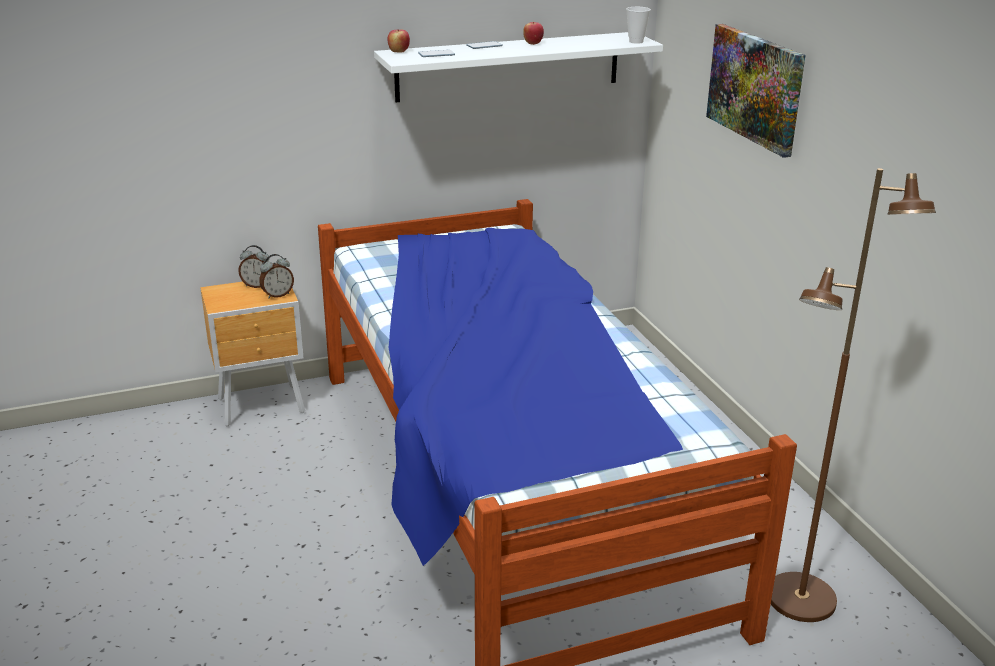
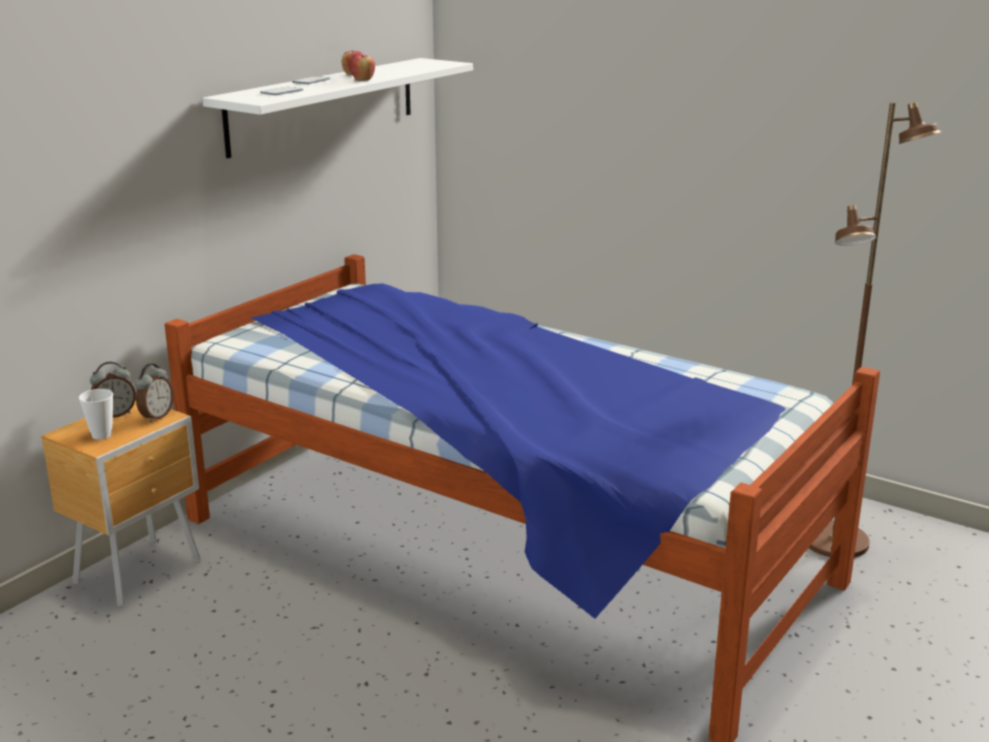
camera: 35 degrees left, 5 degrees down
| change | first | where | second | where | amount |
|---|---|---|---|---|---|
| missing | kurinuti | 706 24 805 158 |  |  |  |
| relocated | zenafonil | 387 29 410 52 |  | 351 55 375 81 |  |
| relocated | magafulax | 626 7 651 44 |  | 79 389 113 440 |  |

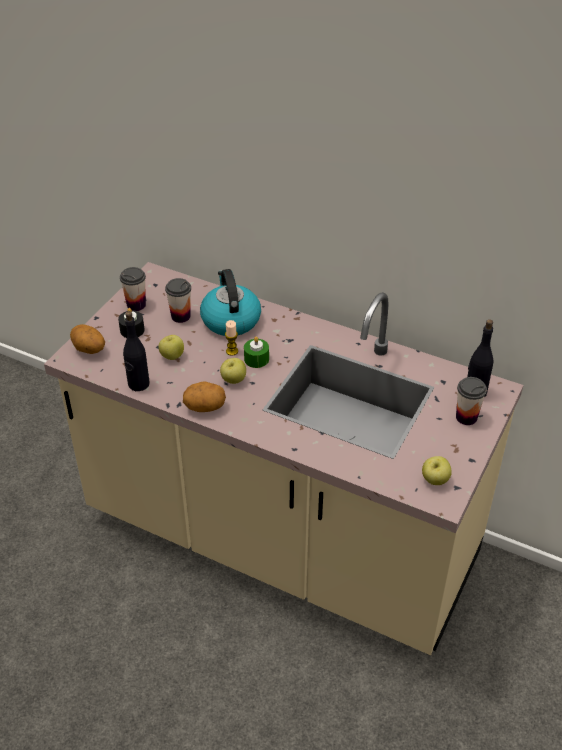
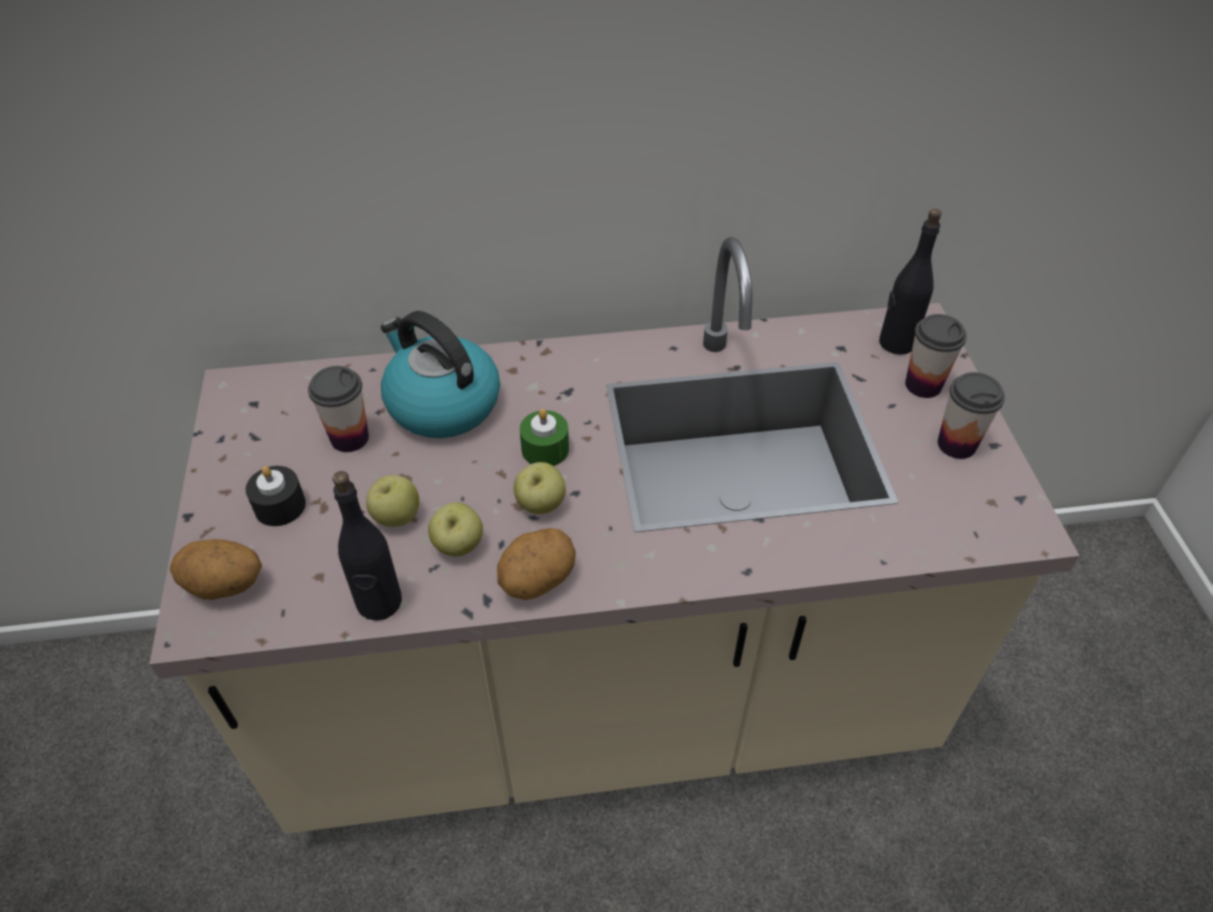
camera: 35 degrees left, 5 degrees up
| change | first | where | second | where | amount |
|---|---|---|---|---|---|
| missing | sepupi | 225 320 238 356 |  |  |  |
| relocated | magafulax | 120 267 146 311 |  | 938 372 1005 459 |  |
| relocated | zenafonil | 422 456 452 485 |  | 428 502 483 557 |  |

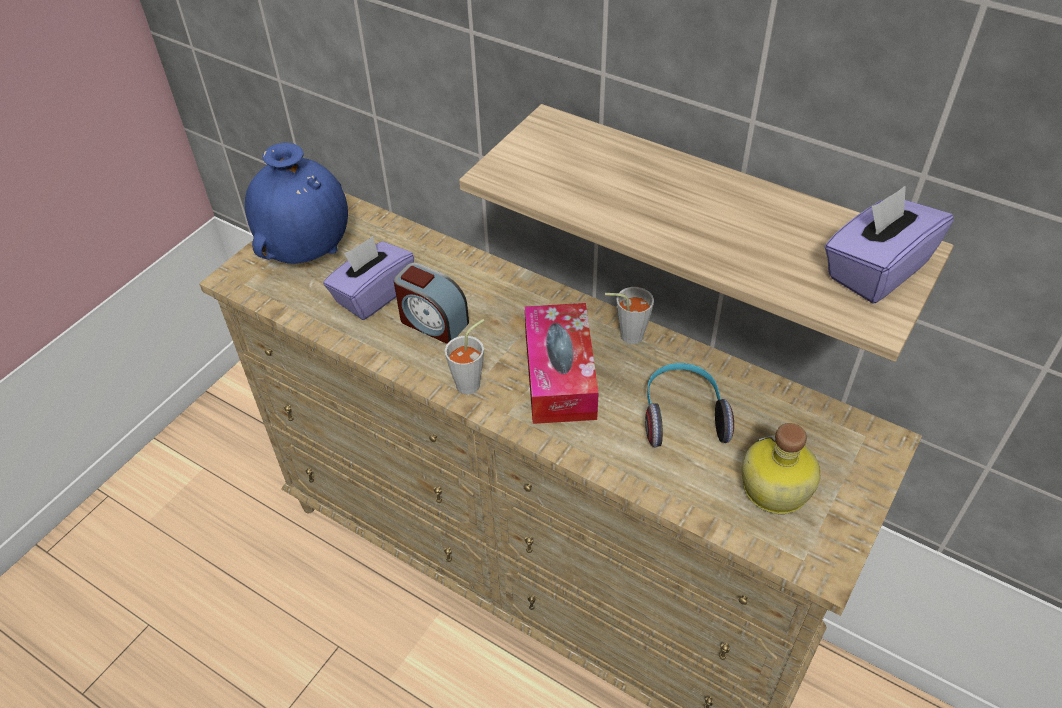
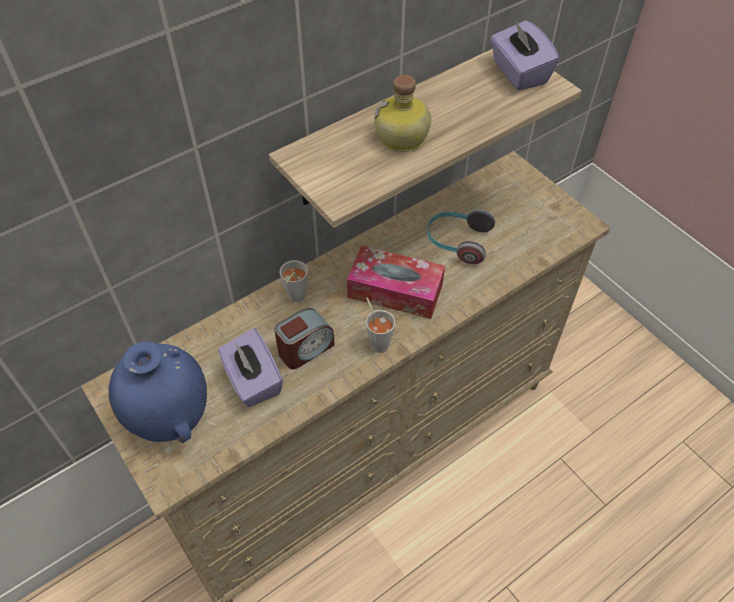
camera: 70 degrees left, 5 degrees up
| change | first | where | second | where | amount |
|---|---|---|---|---|---|
| relocated | grey_magafulax | 605 287 654 344 |  | 279 260 308 302 |  |
| relocated | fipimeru | 742 423 820 514 |  | 374 75 431 152 |  |

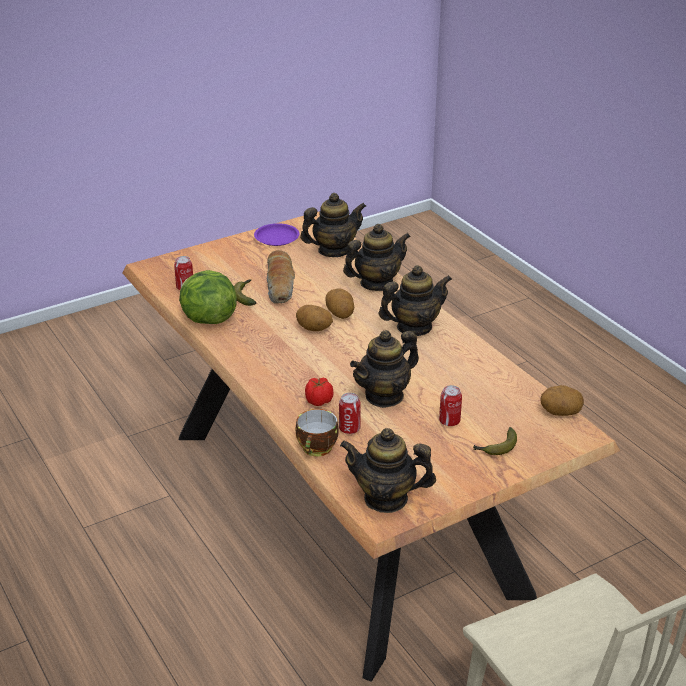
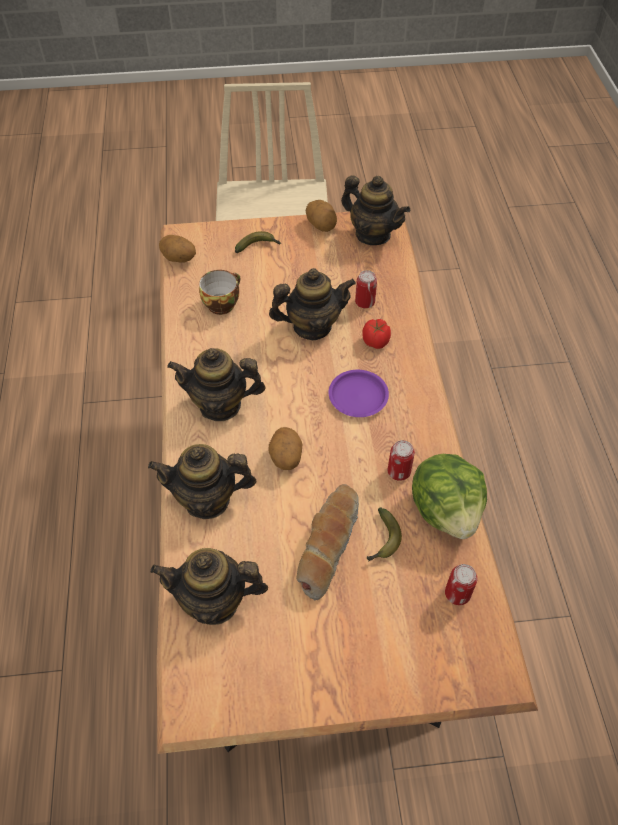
camera: 155 degrees left, 20 degrees up
| change | first | where | second | where | amount |
|---|---|---|---|---|---|
| relocated | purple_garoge | 254 223 299 246 |  | 329 370 389 417 |  |
| relocated | magafulax | 295 409 339 457 |  | 199 270 240 315 |  |
| relocated | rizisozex | 296 305 333 331 |  | 306 200 337 232 |  |
| relocated | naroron | 439 385 462 426 |  | 388 440 415 481 |  |

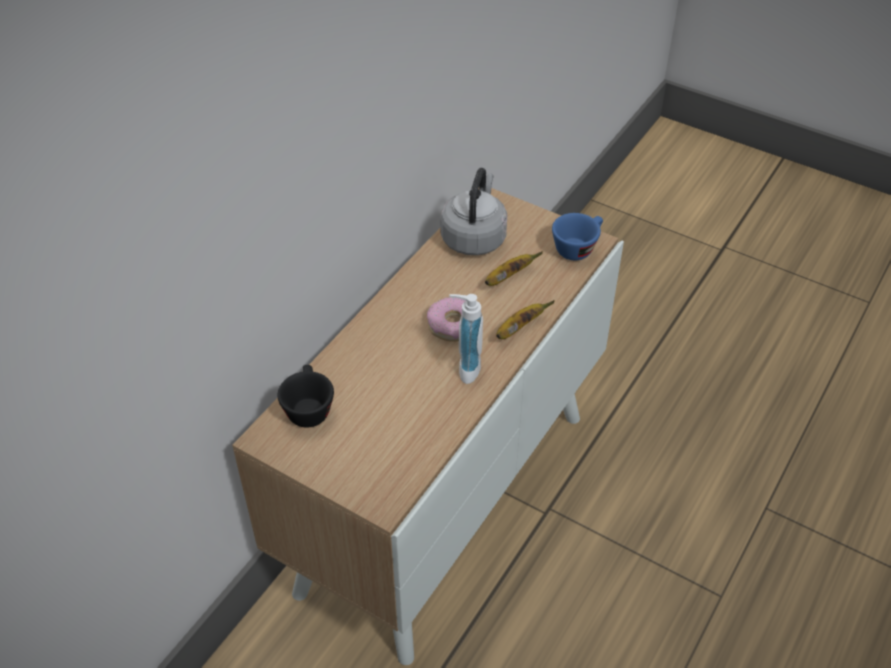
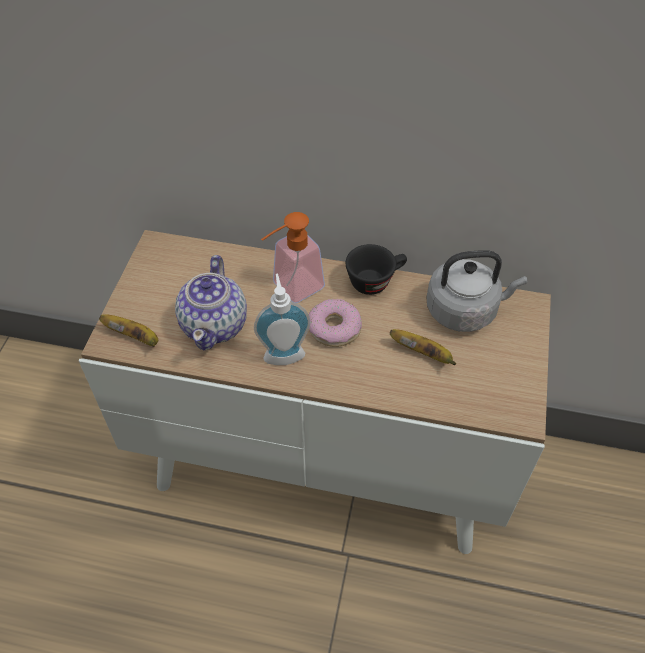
camera: 70 degrees right, 5 degrees up
| change | first | where | second | where | amount |
|---|---|---|---|---|---|
| missing | blue_magafulax | 552 213 603 260 |  |  |  |
| appeared |  |  | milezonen | 175 255 247 351 |  |
| appeared |  |  | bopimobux | 261 212 325 303 |  |
| relocated | black_magafulax | 278 365 334 427 |  | 346 244 407 295 |  |
| relocated | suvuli | 496 300 555 339 |  | 99 314 158 347 |  |

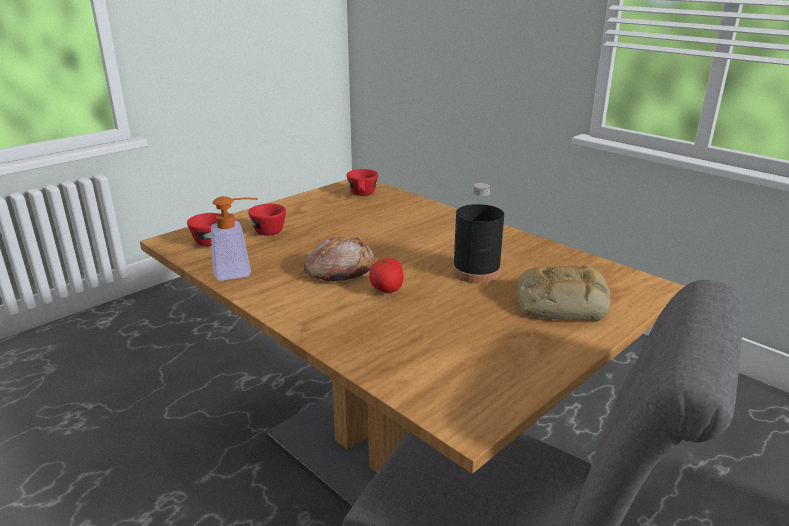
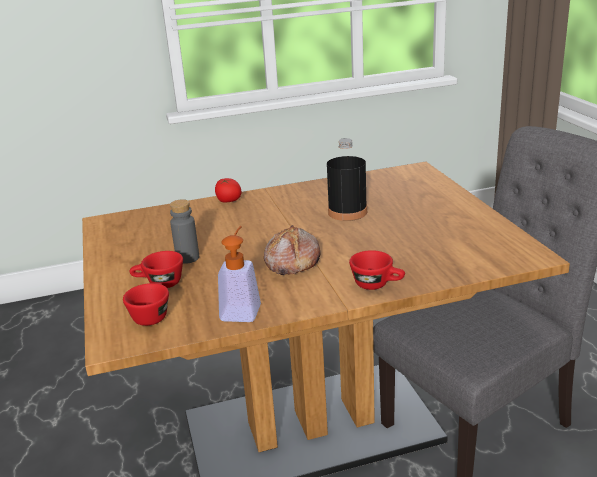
camera: 60 degrees left, 0 degrees up
| change | first | where | second | where | amount |
|---|---|---|---|---|---|
| missing | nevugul | 517 265 611 321 |  |  |  |
| appeared |  |  | grey_fipimeru | 170 199 199 264 |  |
| relocated | red_magafulax | 347 169 378 196 |  | 349 250 405 290 |  |
| relocated | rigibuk | 369 258 404 293 |  | 215 178 242 202 |  |

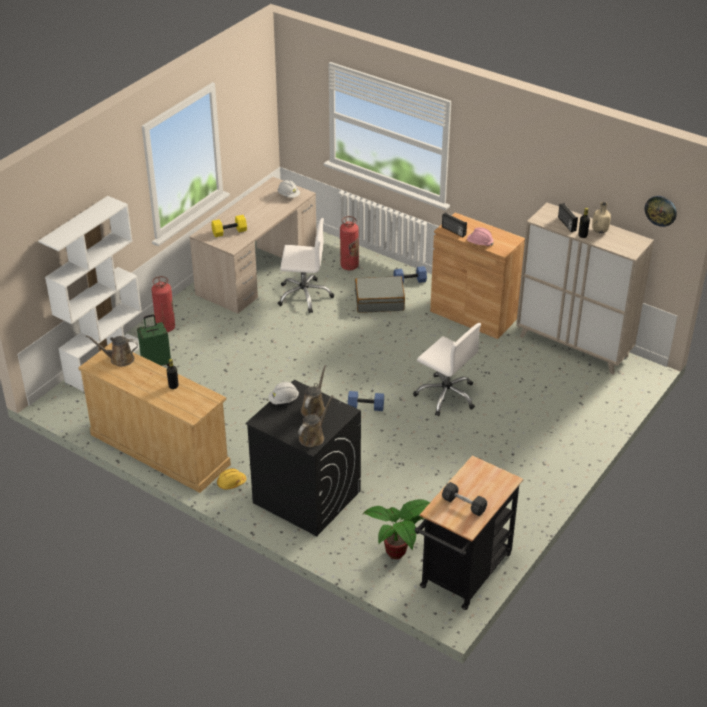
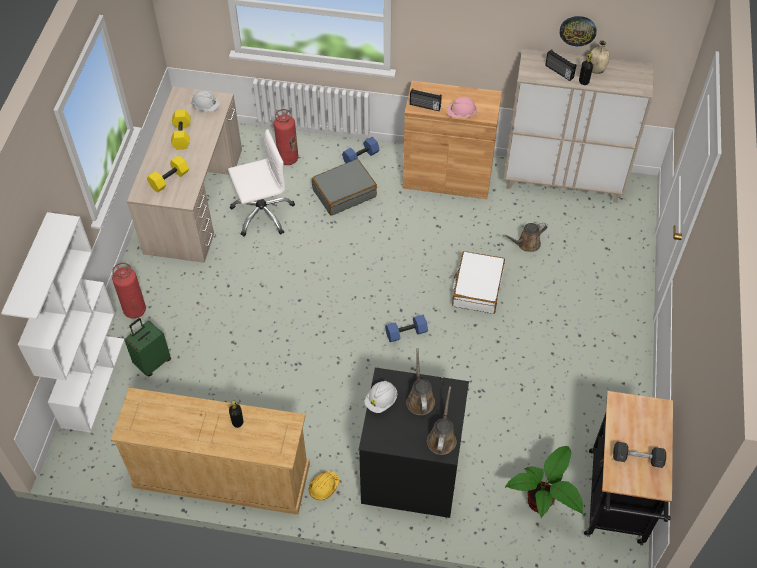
camera: 25 degrees left, 15 degrees up
| change | first | where | second | where | amount |
|---|---|---|---|---|---|
| appeared |  |  | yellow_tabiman | 171 110 191 149 |  |
| relocated | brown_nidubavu | 86 335 138 367 |  | 503 223 547 252 |  |
| relocated | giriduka | 644 196 677 227 |  | 560 16 597 46 |  |
| exchanged | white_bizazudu | 413 323 481 416 | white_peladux | 452 251 505 314 |  |

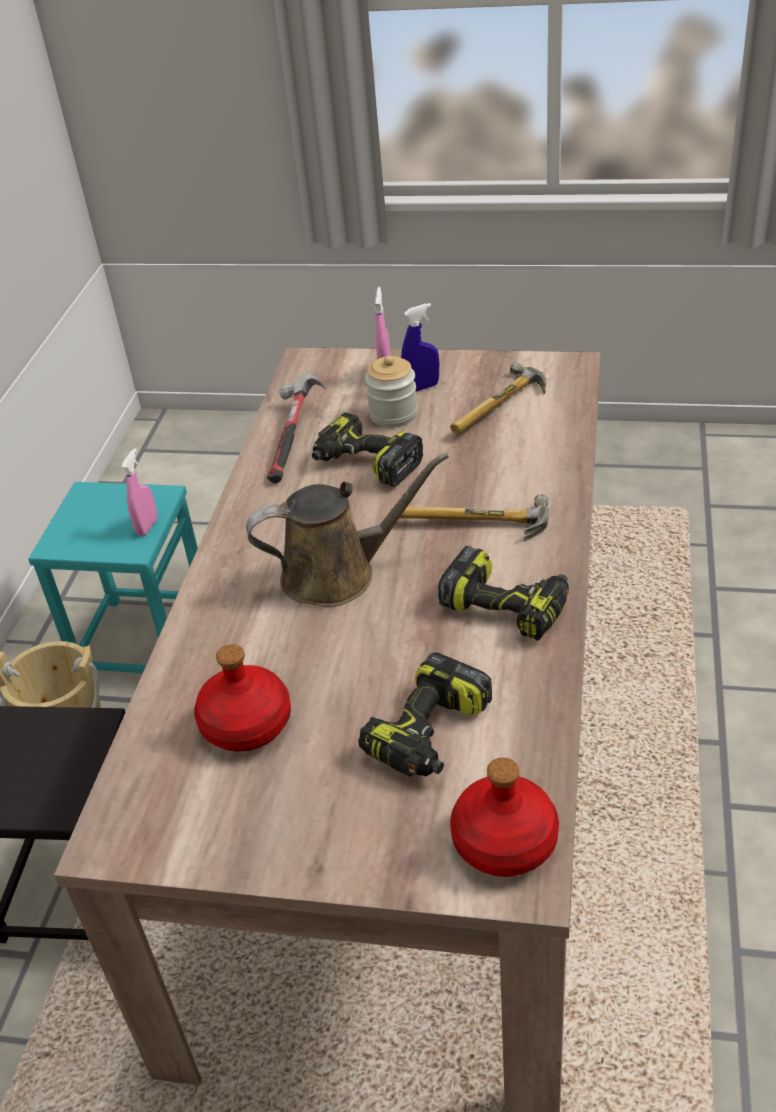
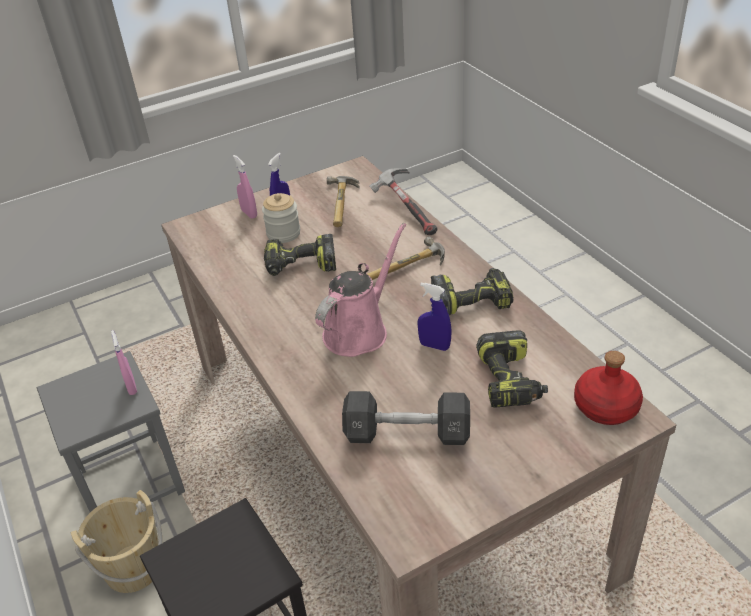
camera: 40 degrees left, 0 degrees up
| change | first | where | second | where | amount |
|---|---|---|---|---|---|
| appeared |  |  | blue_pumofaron | 417 283 452 351 |  |
| relocated | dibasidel | 267 373 326 483 |  | 370 168 437 235 |  |
| exchanged | red_fipimeru | 194 644 291 752 | black_tabiman | 342 391 470 445 |  |
| colour | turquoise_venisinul | 28 482 198 673 | grey_venisinul | 37 351 185 512 |  |
| colour | brown_nidubavu | 246 453 449 607 | pink_nidubavu | 315 223 406 357 |  |

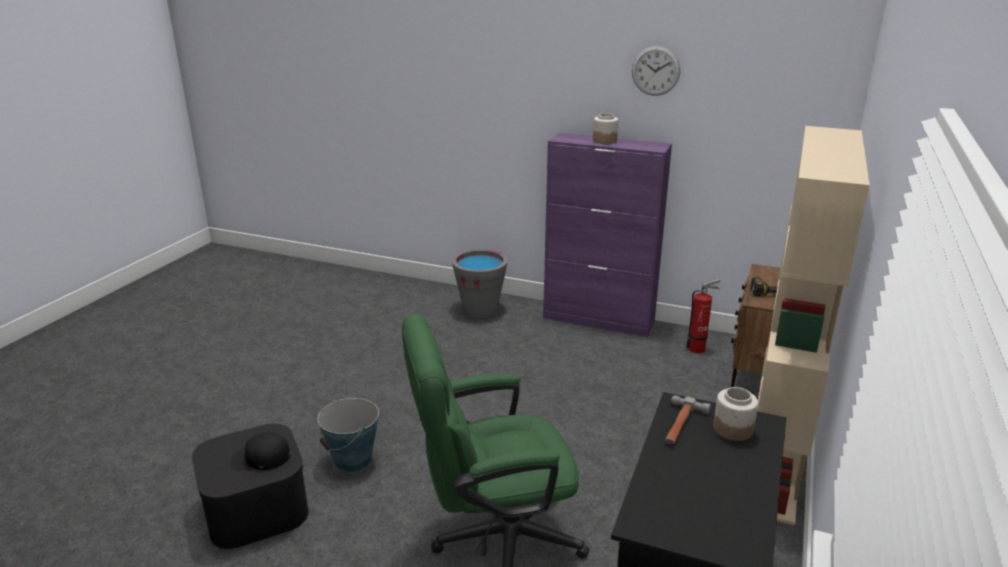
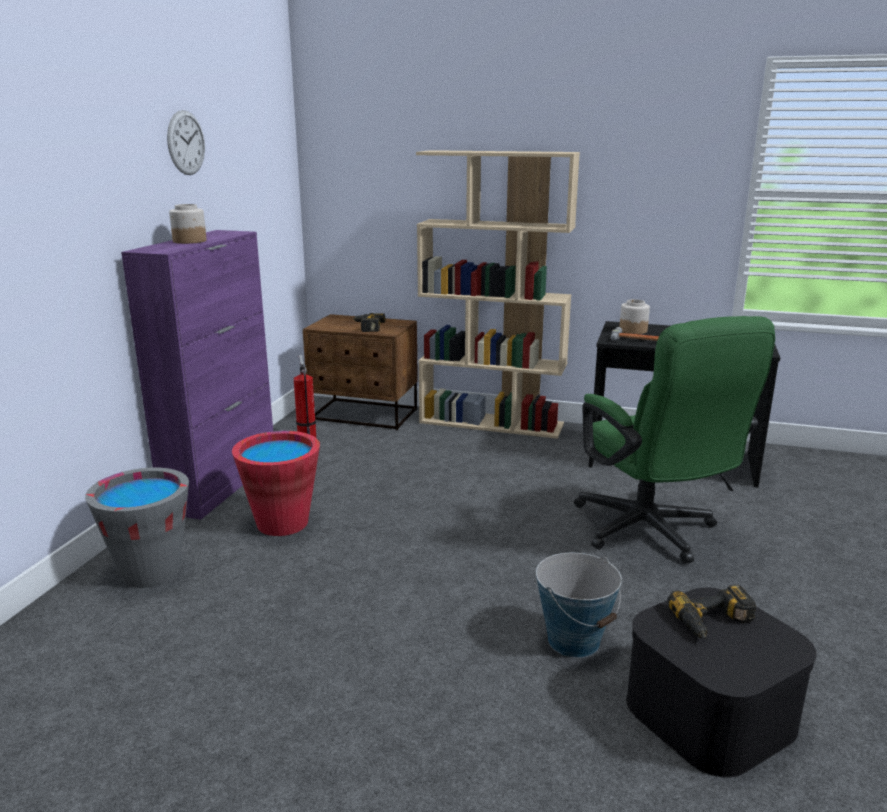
camera: 95 degrees left, 5 degrees down
| change | first | where | second | where | amount |
|---|---|---|---|---|---|
| appeared |  |  | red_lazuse | 232 431 320 536 |  |
| exchanged | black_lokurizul | 231 432 291 470 | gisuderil | 668 584 756 639 |  |

